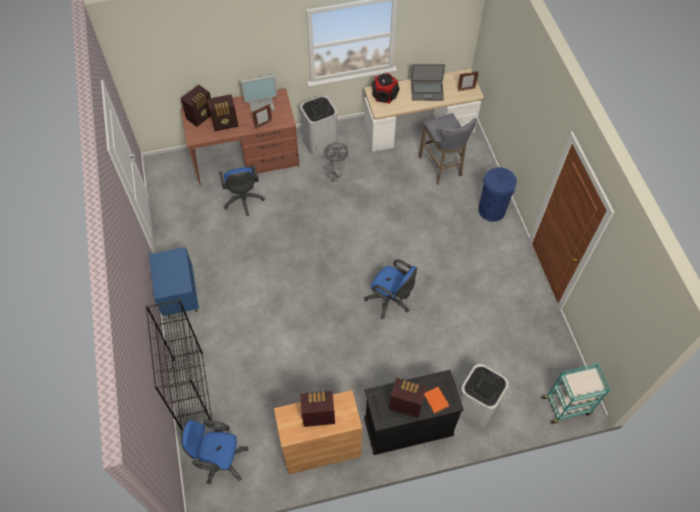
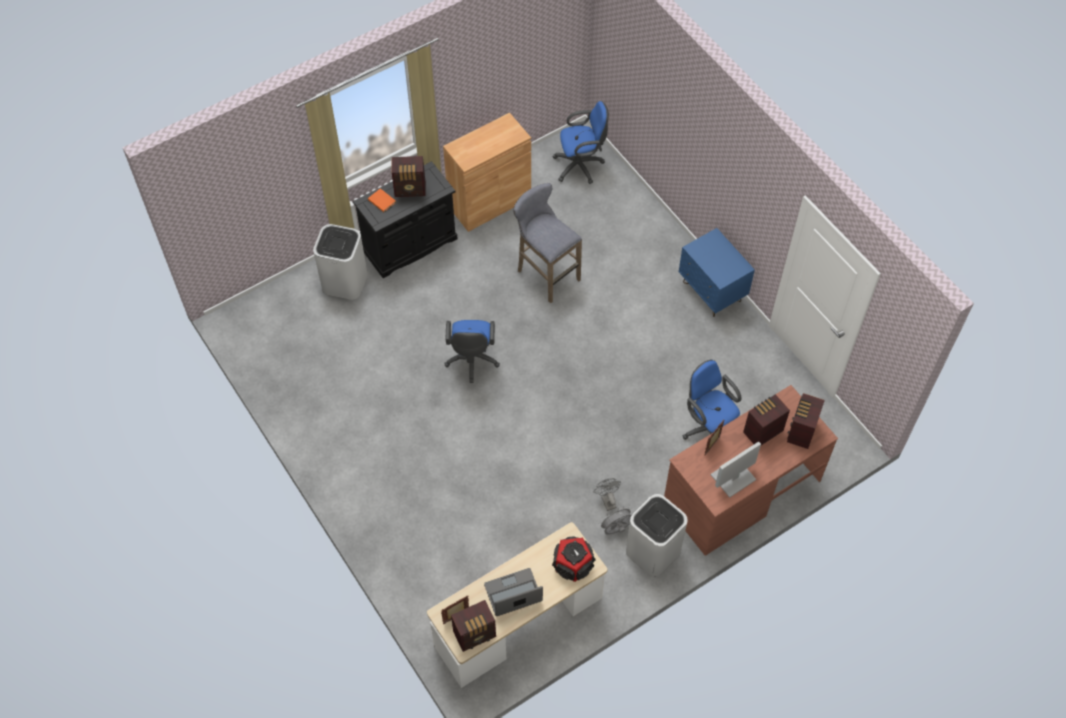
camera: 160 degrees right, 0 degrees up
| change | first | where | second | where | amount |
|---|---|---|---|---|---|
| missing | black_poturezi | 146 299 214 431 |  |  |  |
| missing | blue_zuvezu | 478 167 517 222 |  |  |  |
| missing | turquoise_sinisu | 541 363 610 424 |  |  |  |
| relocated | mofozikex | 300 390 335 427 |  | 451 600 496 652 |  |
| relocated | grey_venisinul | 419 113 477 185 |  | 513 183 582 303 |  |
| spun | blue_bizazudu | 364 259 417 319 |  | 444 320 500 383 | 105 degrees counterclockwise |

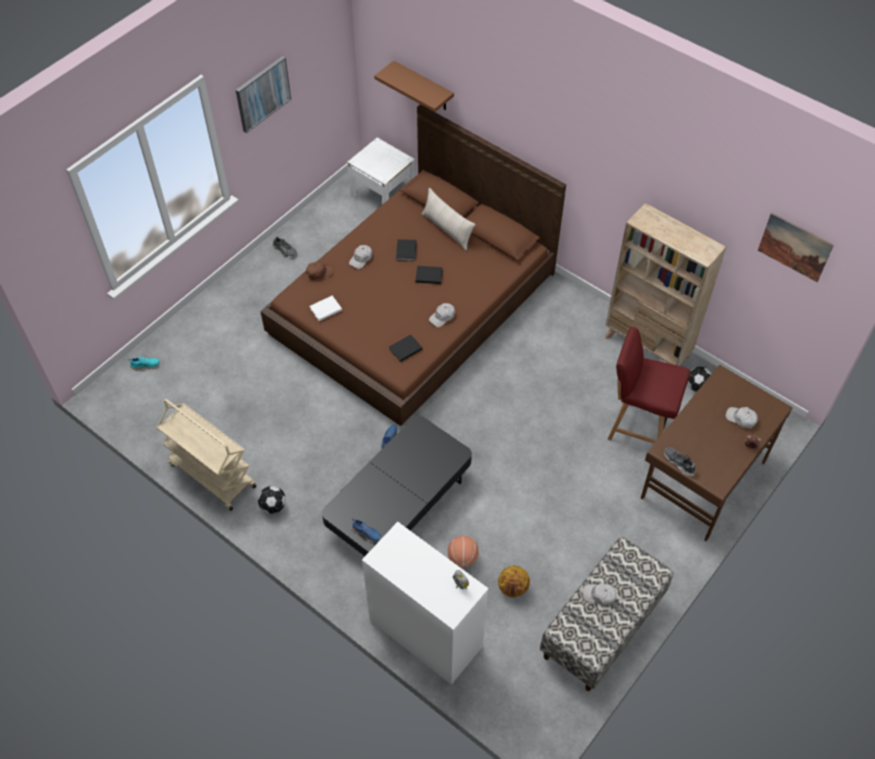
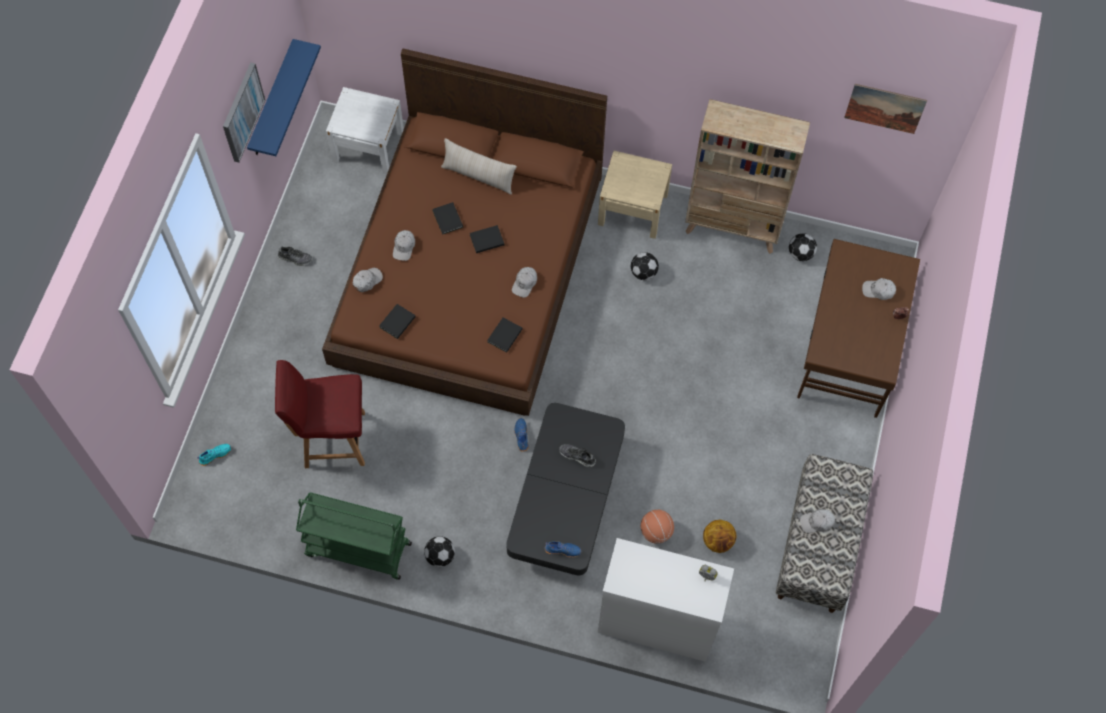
camera: 25 degrees left, 10 degrees up
| change | first | where | second | where | amount |
|---|---|---|---|---|---|
| missing | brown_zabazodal | 374 61 454 112 |  |  |  |
| appeared |  |  | blue_zabazodal | 247 39 321 156 |  |
| appeared |  |  | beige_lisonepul | 598 151 672 239 |  |
| appeared |  |  | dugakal | 631 252 659 280 |  |
| relocated | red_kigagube | 608 327 690 443 |  | 275 360 365 468 |  |
| relocated | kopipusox | 664 447 696 476 |  | 559 444 596 467 |  |
| colour | beige_sinisu | 157 399 256 511 | green_sinisu | 296 493 412 580 |  |
| colour | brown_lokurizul | 306 261 333 279 | white_lokurizul | 353 268 383 292 |  |
| colour | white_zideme | 309 296 342 321 | black_zideme | 379 304 416 339 |  |

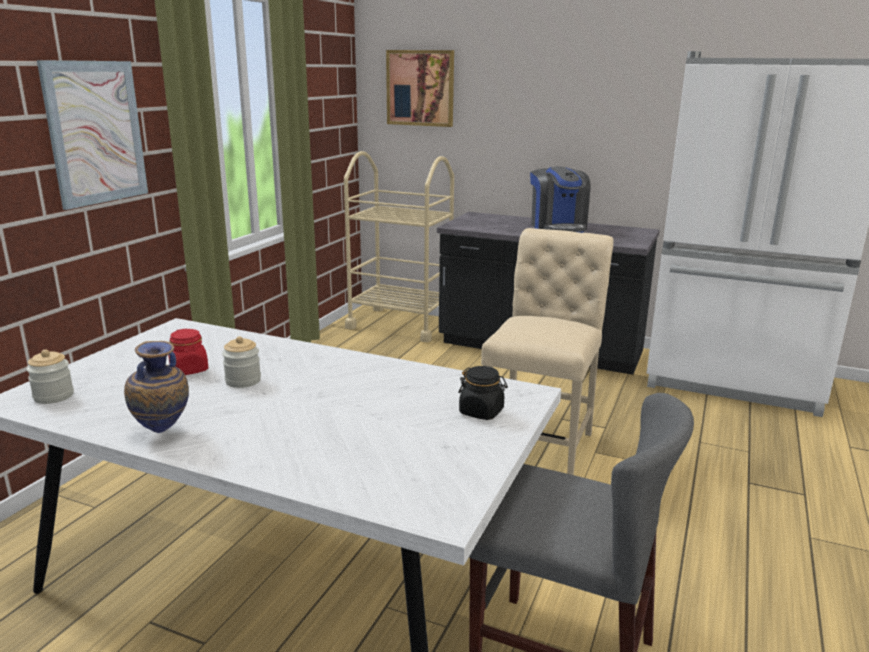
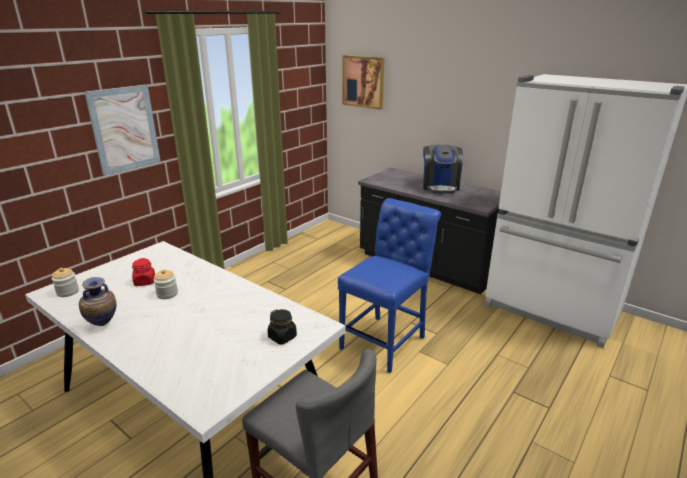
camera: 15 degrees right, 5 degrees up
| change | first | where | second | where | amount |
|---|---|---|---|---|---|
| missing | beige_sinisu | 344 151 454 342 |  |  |  |
| colour | beige_kigagube | 481 228 614 475 | blue_kigagube | 338 198 441 373 |  |

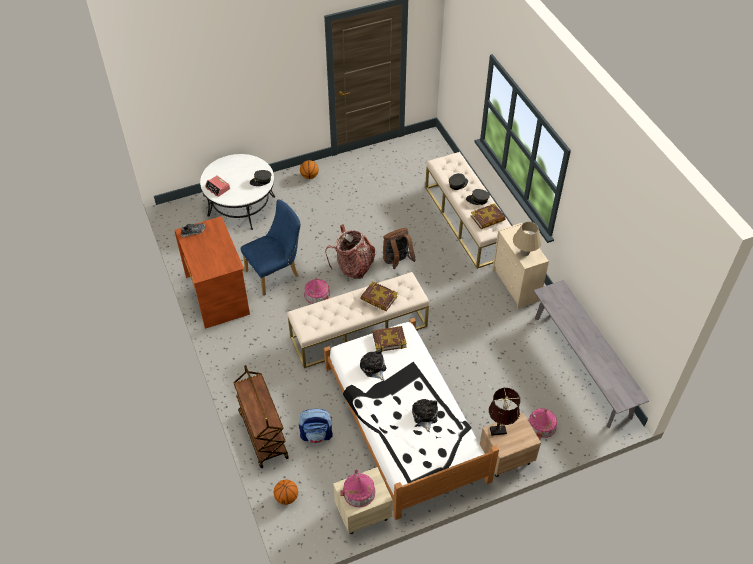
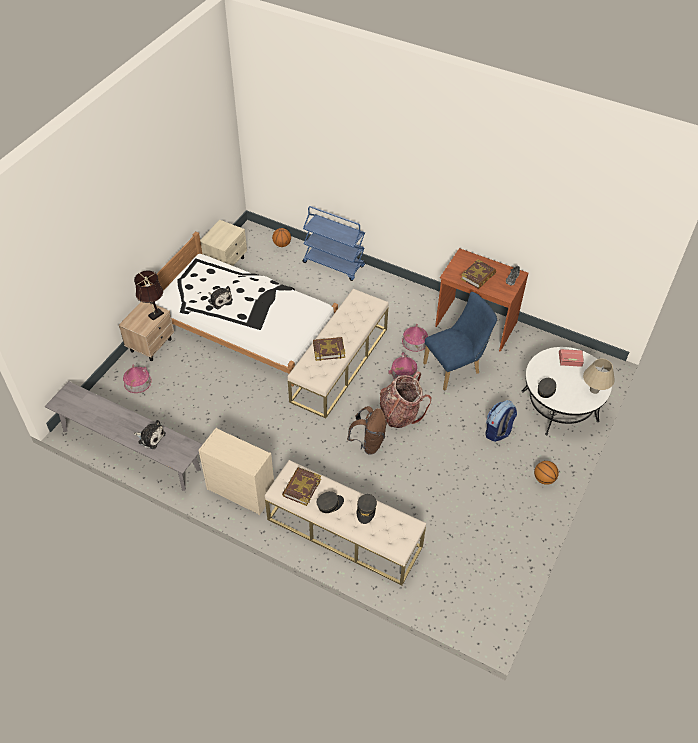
camera: 140 degrees right, 0 degrees up
| change | first | where | second | where | amount |
|---|---|---|---|---|---|
| relocated | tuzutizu | 299 409 333 444 |  | 485 400 517 442 |  |
| relocated | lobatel | 340 470 375 507 |  | 402 324 428 352 |  |
| relocated | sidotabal | 360 350 386 381 |  | 134 420 166 449 |  |
| relocated | zideme | 372 326 407 351 |  | 461 260 496 289 |  |
| relocated | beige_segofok | 513 222 542 256 |  | 583 358 615 394 |  |
| colour | brown_sinisu | 234 365 289 468 | blue_sinisu | 303 206 365 281 |  |
| spun | blue_kigagube | 241 200 301 295 |  | 423 292 497 391 | 135 degrees counterclockwise |

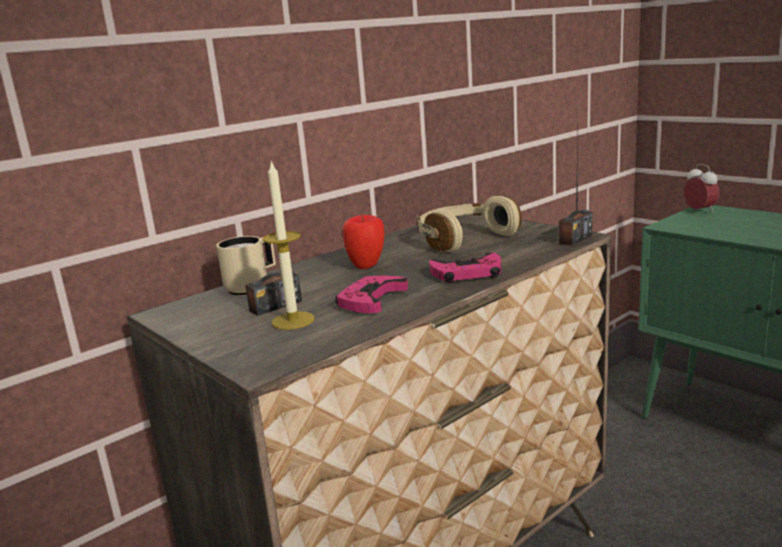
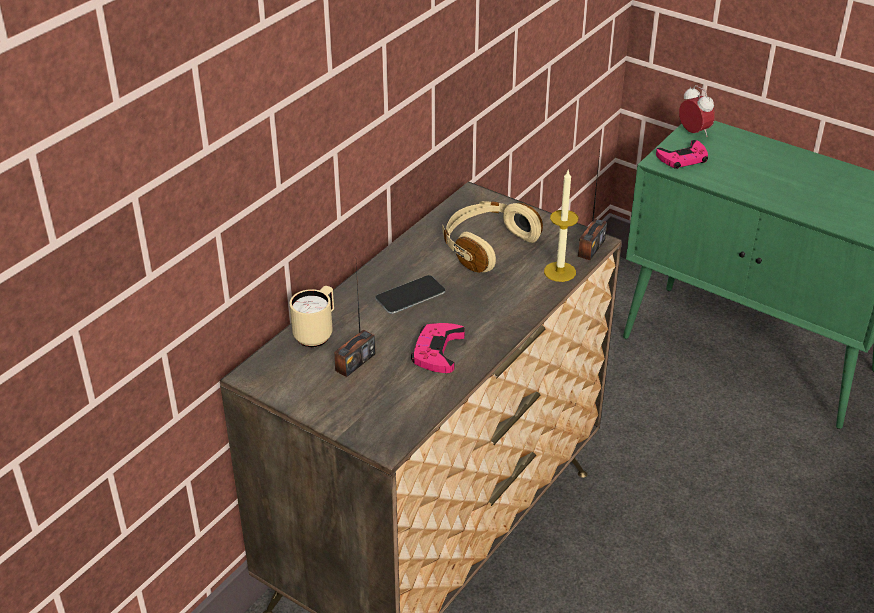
camera: 15 degrees left, 20 degrees up
| change | first | where | second | where | amount |
|---|---|---|---|---|---|
| relocated | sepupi | 262 161 315 330 |  | 544 170 578 282 |  |
| relocated | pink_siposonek | 429 252 501 283 |  | 656 140 708 169 |  |
| exchanged | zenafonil | 343 215 385 269 | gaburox | 375 275 445 314 |  |

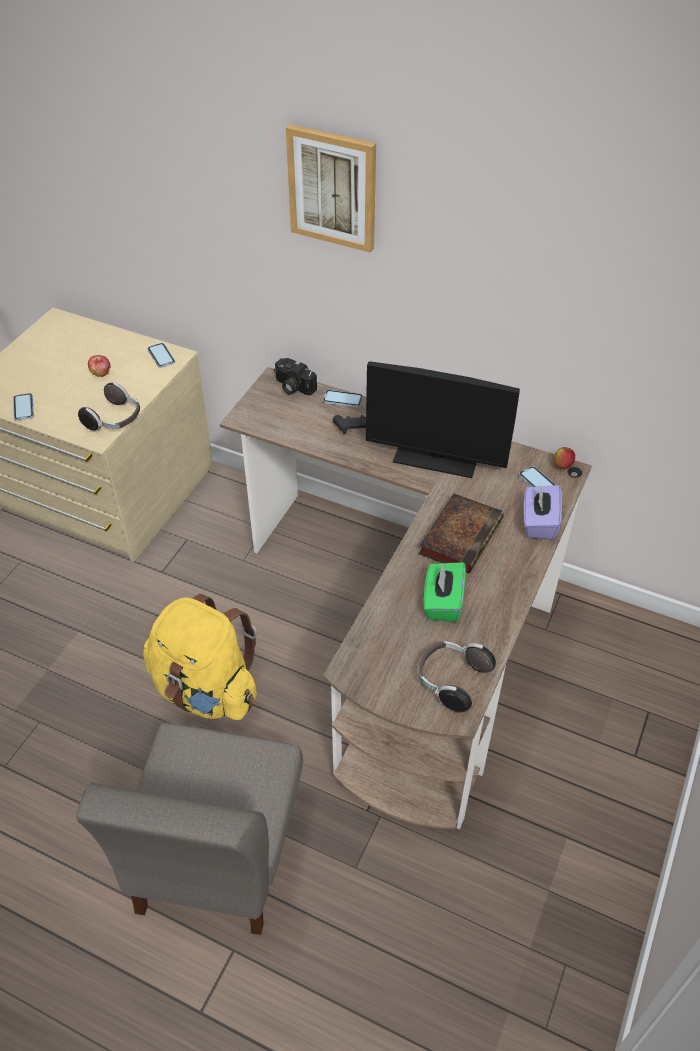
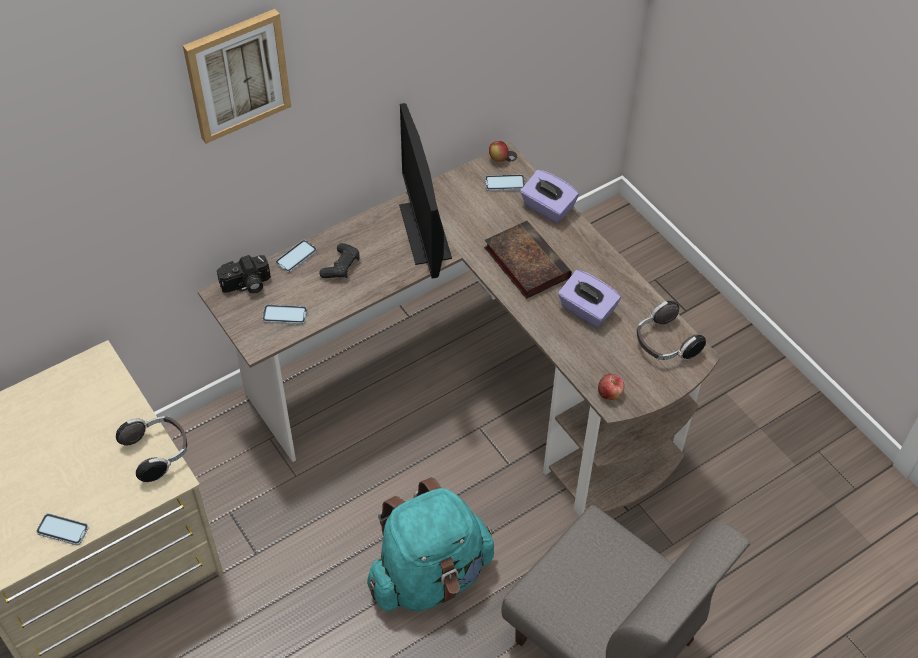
camera: 60 degrees left, 5 degrees up
| change | first | where | second | where | amount |
|---|---|---|---|---|---|
| relocated | zenafonil | 88 355 110 377 |  | 598 374 624 400 |  |
| relocated | gaburox | 147 343 175 368 |  | 262 305 307 324 |  |
| colour | yellow_tuzutizu | 143 594 257 720 | turquoise_tuzutizu | 367 477 494 611 |  |
| colour | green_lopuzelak | 424 562 466 622 | purple_lopuzelak | 558 270 621 327 |  |
| spun | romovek | 366 361 520 478 |  | 399 103 452 279 | 120 degrees clockwise |

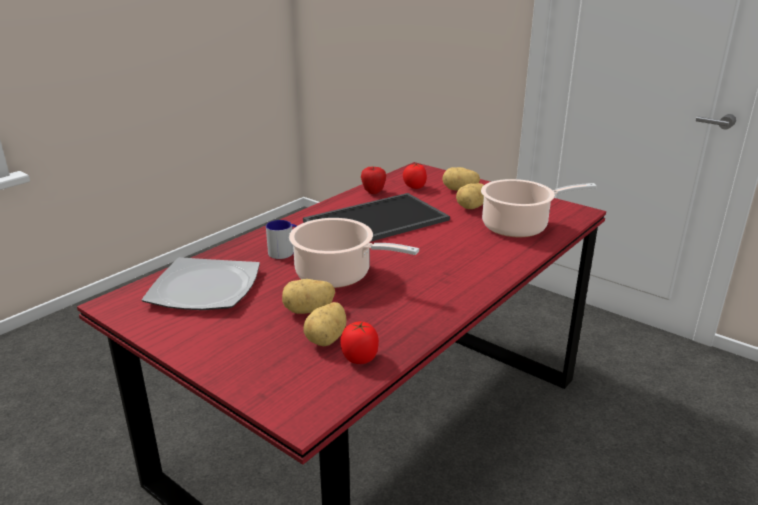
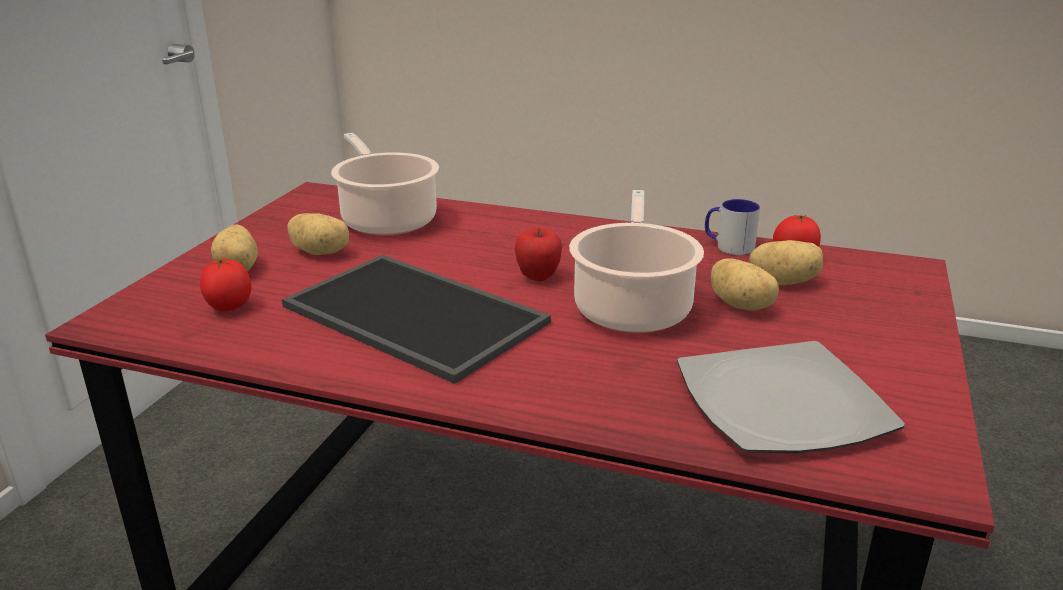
camera: 110 degrees left, 0 degrees up
| change | first | where | second | where | amount |
|---|---|---|---|---|---|
| relocated | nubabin | 266 220 297 259 |  | 705 199 760 255 |  |
| relocated | zenafonil | 361 166 386 194 |  | 515 227 562 281 |  |

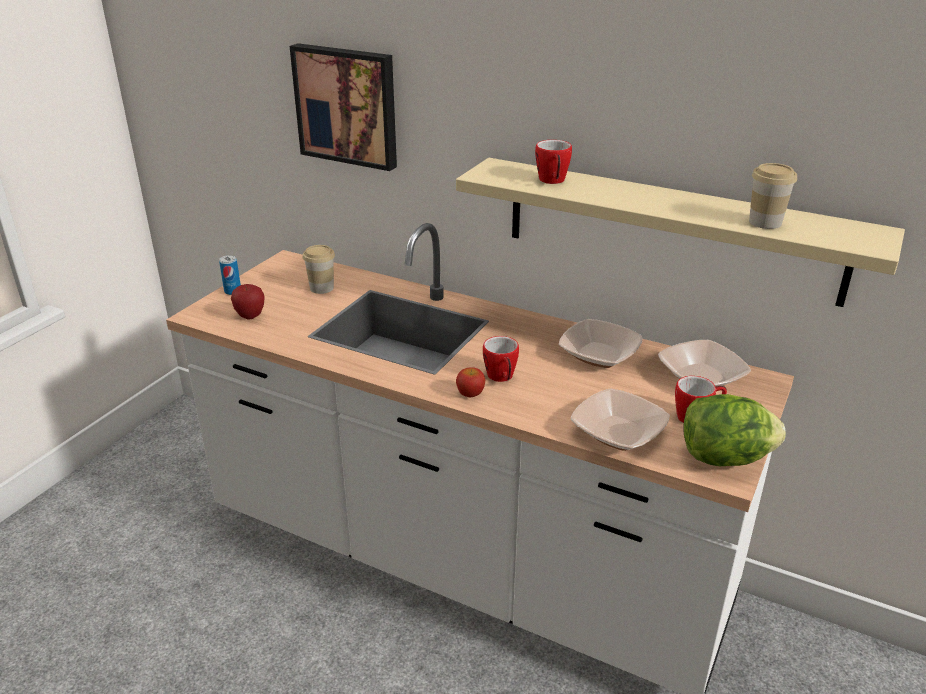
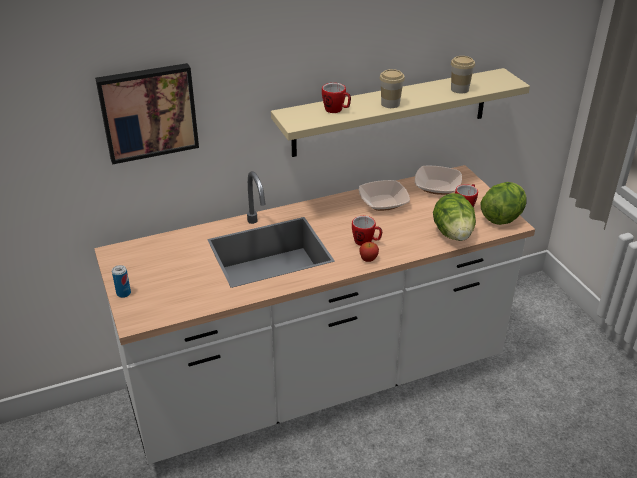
camera: 50 degrees left, 5 degrees up
| change | first | where | second | where | amount |
|---|---|---|---|---|---|
| missing | zenafonil | 231 284 265 319 |  |  |  |
| relocated | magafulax | 303 245 335 294 |  | 380 69 405 108 |  |
| exchanged | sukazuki | 571 388 670 451 | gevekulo | 433 193 476 241 |  |

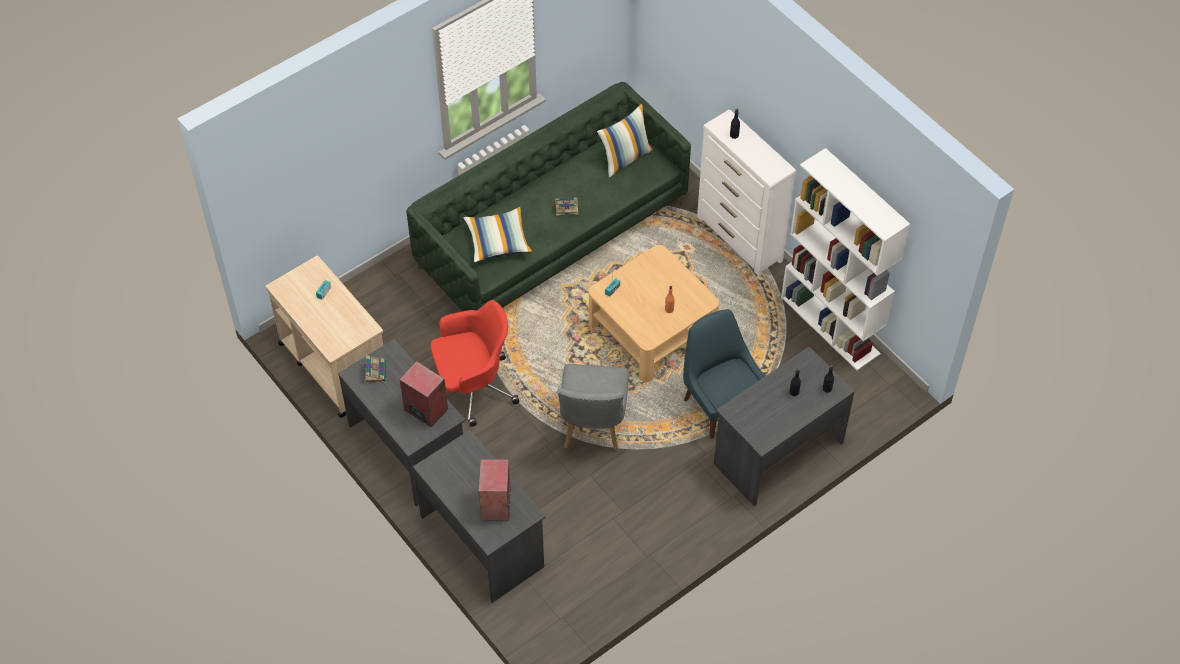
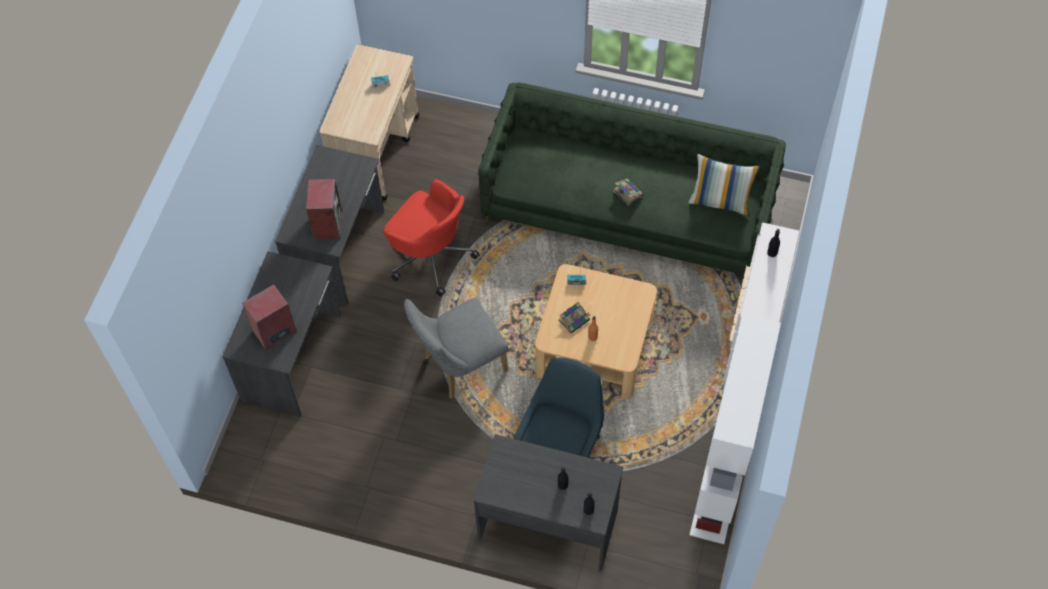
camera: 55 degrees right, 5 degrees up
| change | first | where | second | where | amount |
|---|---|---|---|---|---|
| missing | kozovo | 463 207 533 263 |  |  |  |
| relocated | zideme | 364 355 386 383 |  | 558 302 591 334 |  |

